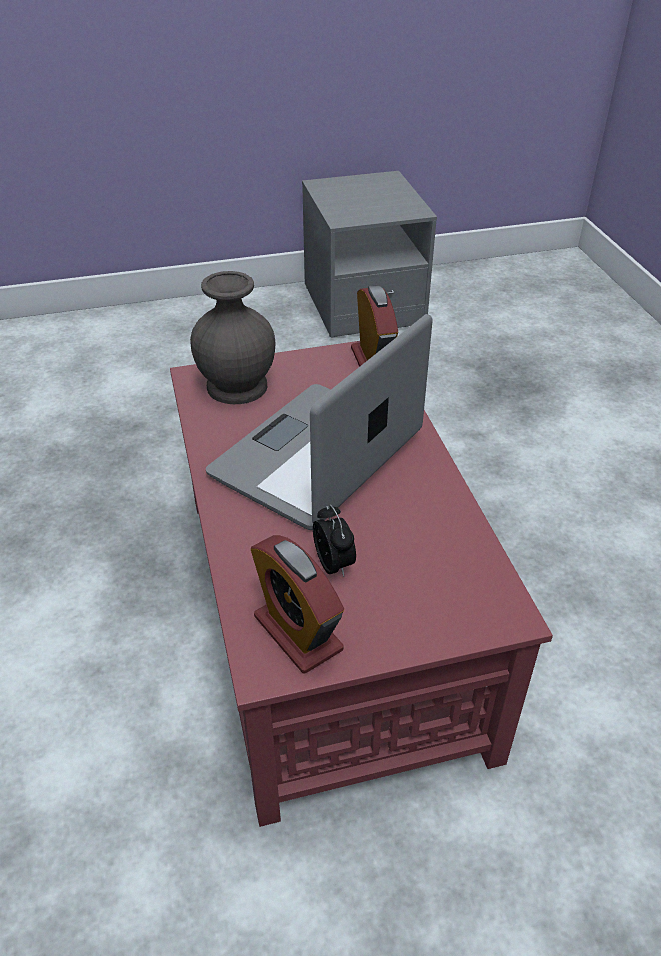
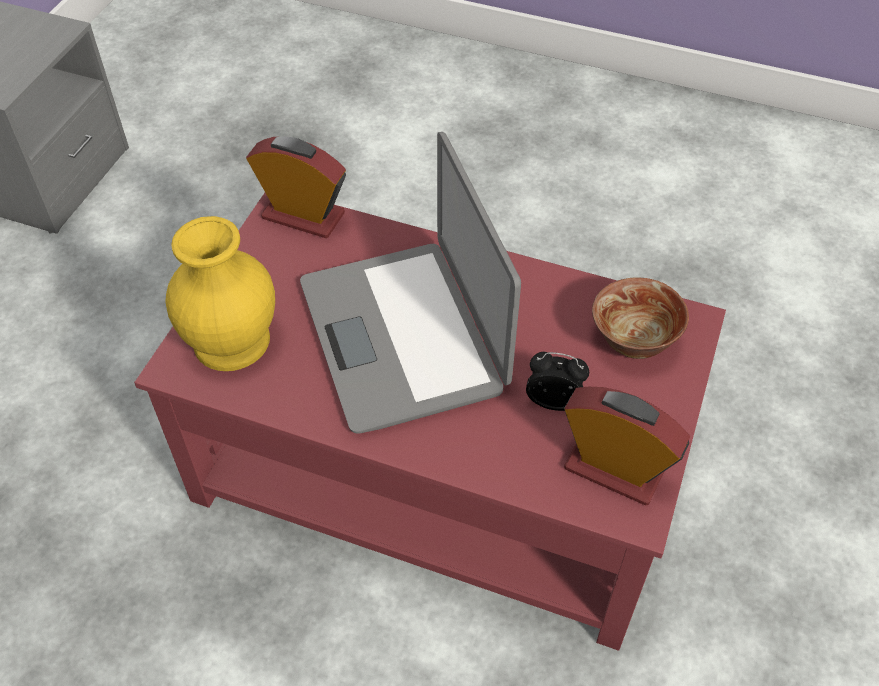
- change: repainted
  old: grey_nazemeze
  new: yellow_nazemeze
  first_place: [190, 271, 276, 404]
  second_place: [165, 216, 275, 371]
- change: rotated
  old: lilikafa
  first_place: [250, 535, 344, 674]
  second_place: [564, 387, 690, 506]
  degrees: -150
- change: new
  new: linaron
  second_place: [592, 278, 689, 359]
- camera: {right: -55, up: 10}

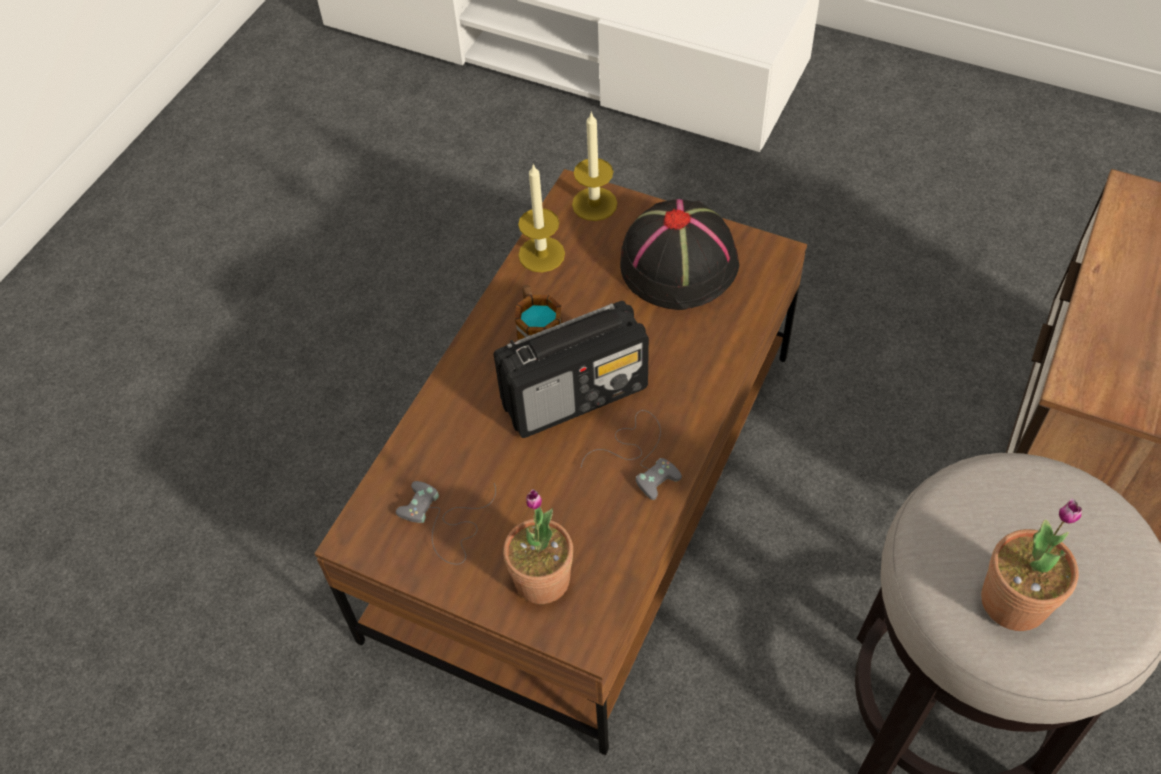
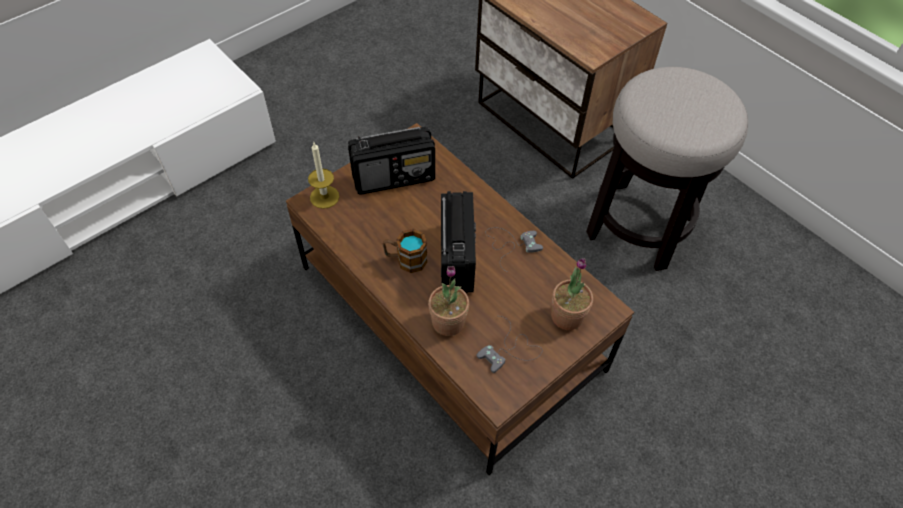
- change: gone
  old: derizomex
  first_place: [518, 164, 565, 273]
- change: swapped
  old: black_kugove
  new: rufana
  first_place: [620, 199, 739, 310]
  second_place: [348, 127, 435, 195]
- change: shifted
  old: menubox
  first_place: [981, 499, 1082, 631]
  second_place: [428, 266, 469, 336]
- camera: {right: -70, up: 0}

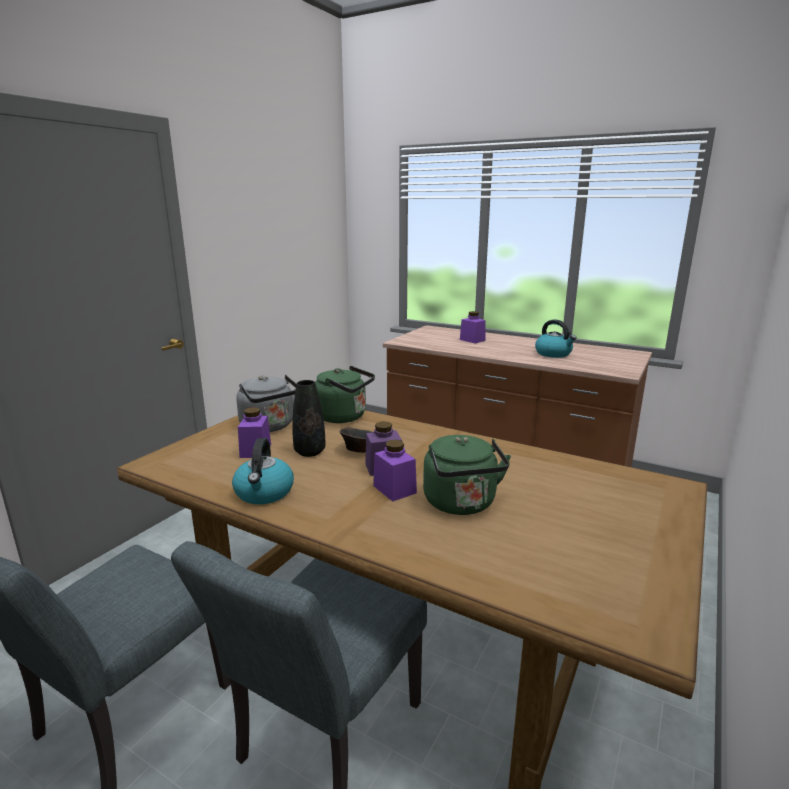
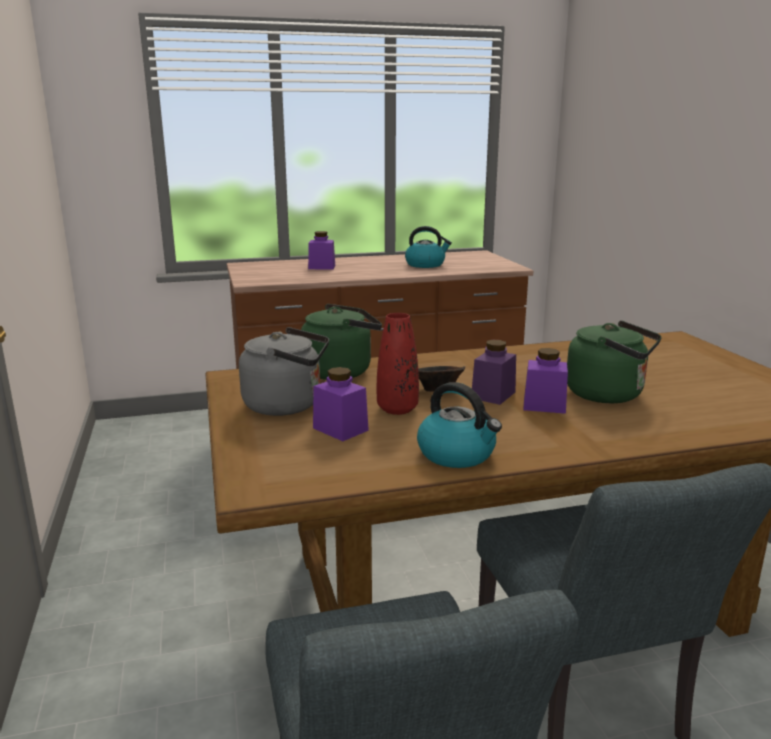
- change: repainted
  old: black_nazemeze
  new: red_nazemeze
  first_place: [292, 380, 325, 457]
  second_place: [377, 313, 419, 415]
- camera: {right: -45, up: 0}

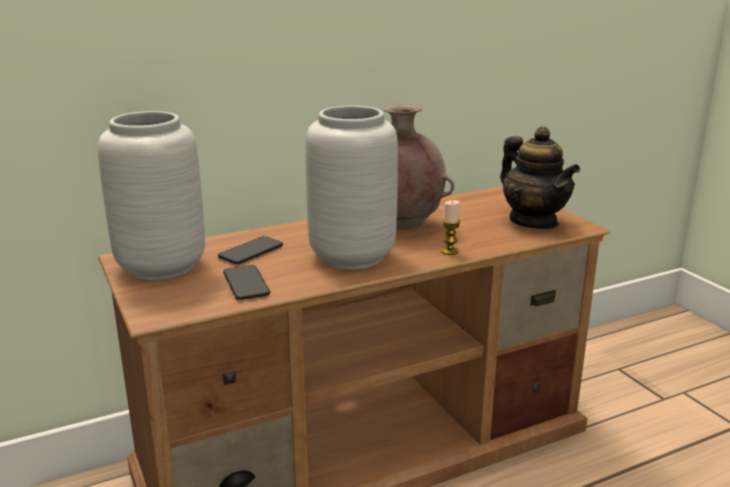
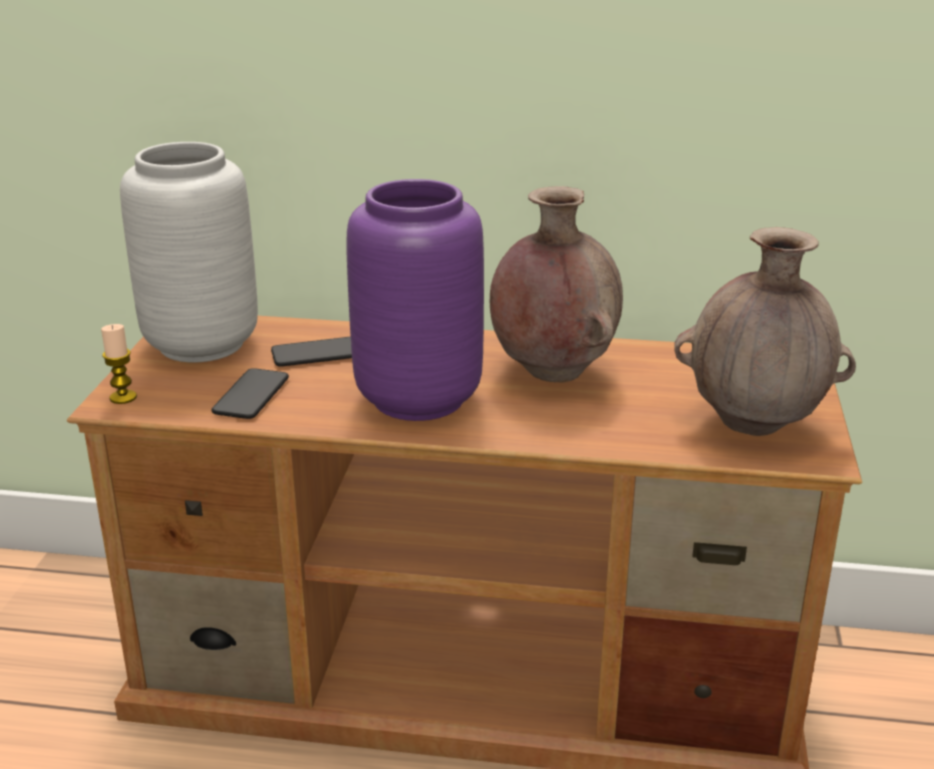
- change: repainted
  old: grey_nazemeze
  new: purple_nazemeze
  first_place: [305, 106, 398, 270]
  second_place: [347, 179, 484, 421]
- change: swapped
  old: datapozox
  new: brown_nazemeze
  first_place: [500, 126, 580, 229]
  second_place: [674, 227, 856, 436]
- change: shifted
  old: derizomex
  first_place: [441, 200, 461, 255]
  second_place: [101, 324, 137, 404]
- camera: {right: 35, up: 5}

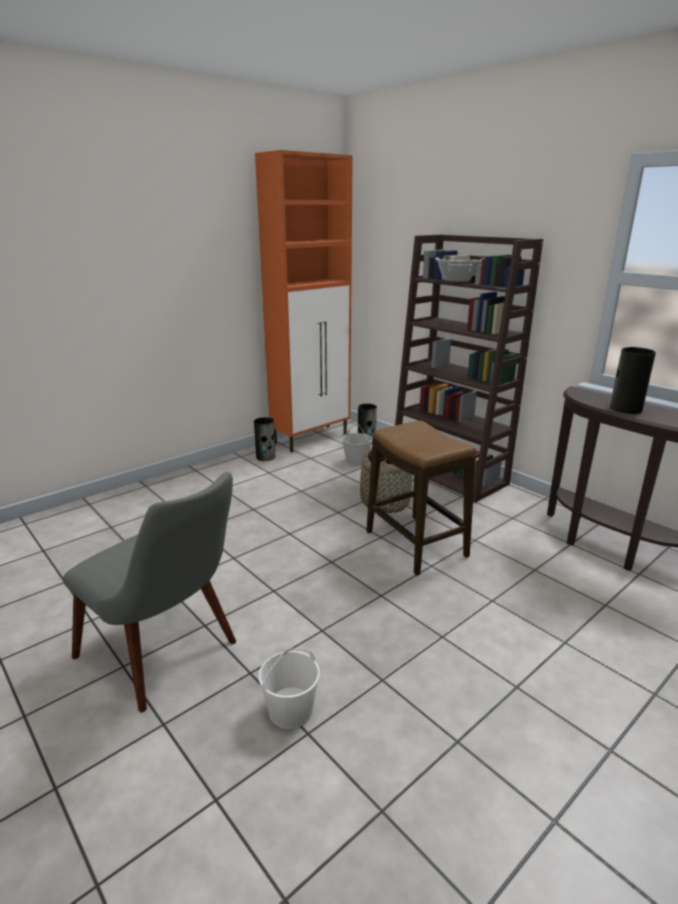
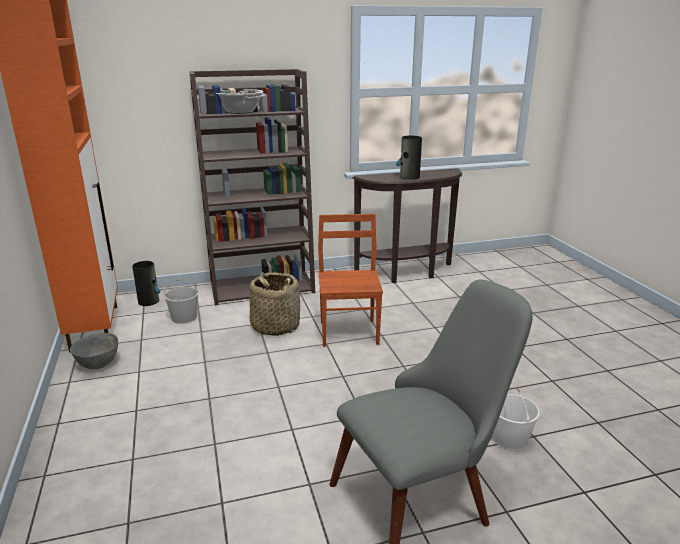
- change: swapped
  old: nazemeze
  new: grey_linaron
  first_place: [254, 417, 275, 461]
  second_place: [70, 333, 118, 369]
- change: swapped
  old: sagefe
  new: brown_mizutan
  first_place: [366, 420, 476, 576]
  second_place: [318, 214, 383, 347]
- camera: {right: -65, up: 0}

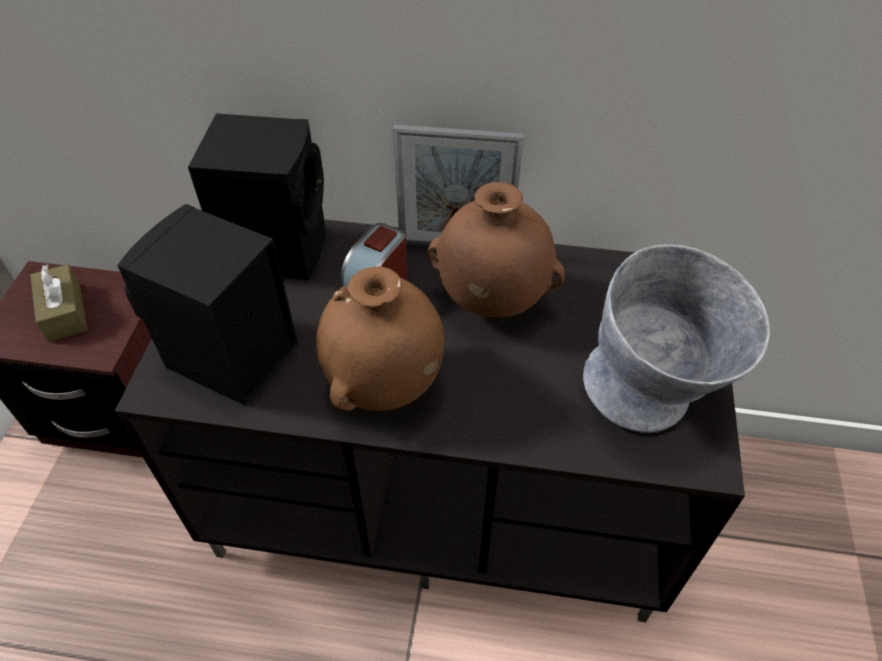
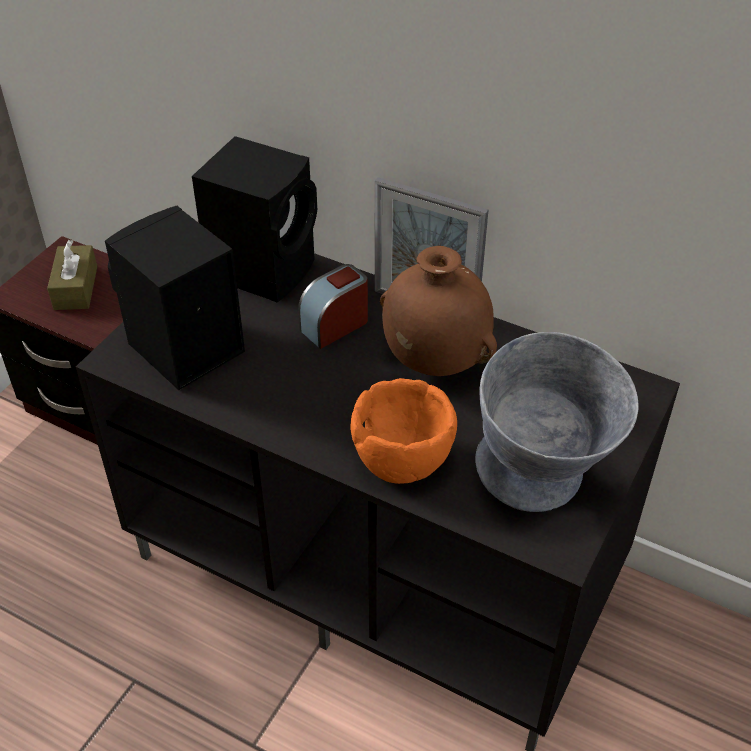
- change: gone
  old: brown_nazemeze
  first_place: [316, 266, 444, 411]
- change: new
  new: orange_linaron
  second_place: [350, 378, 457, 484]
- camera: {right: 20, up: -5}

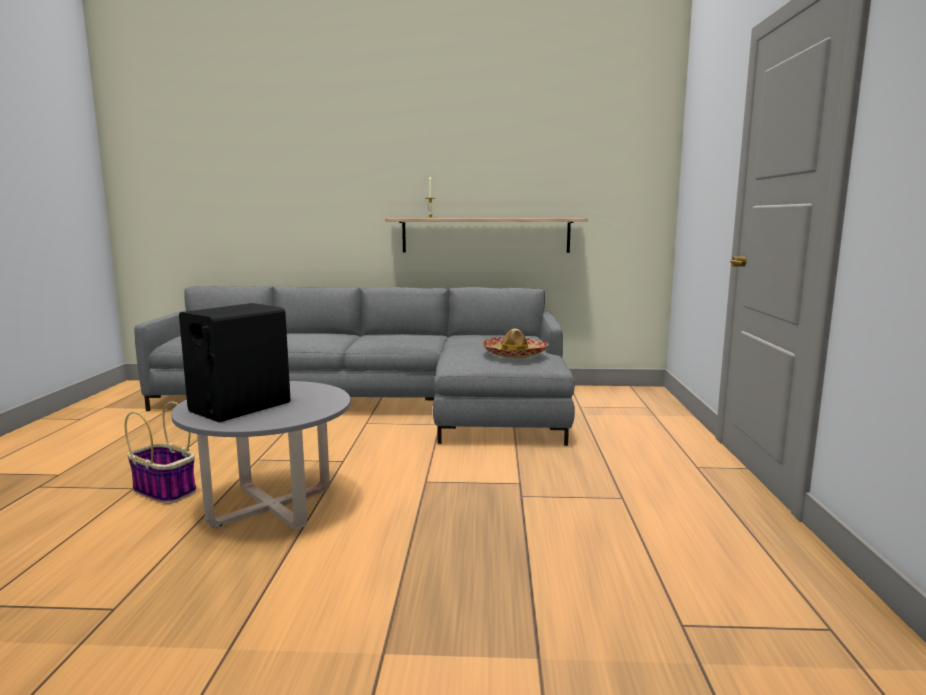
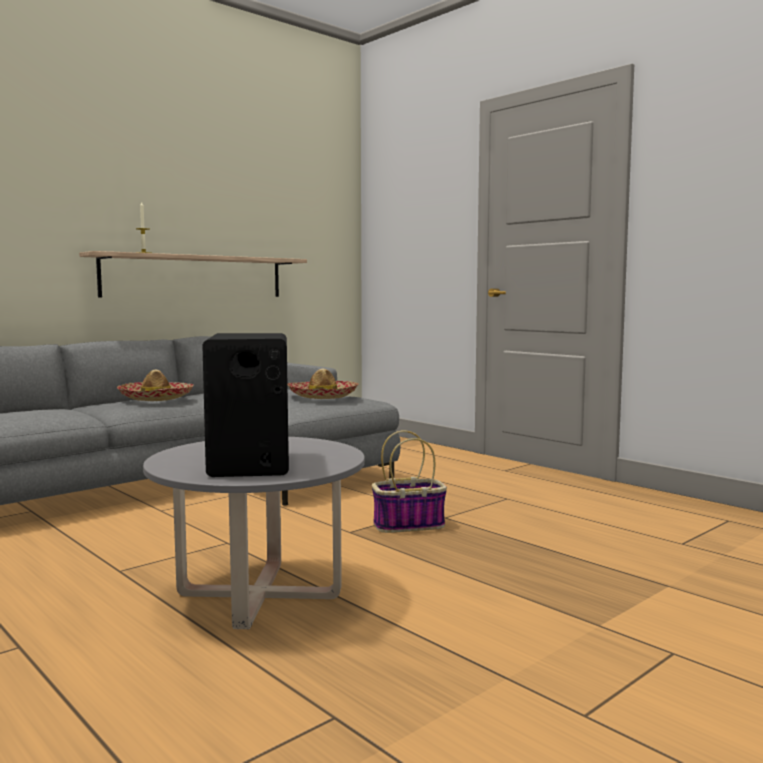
- change: shifted
  old: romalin
  first_place: [125, 402, 196, 504]
  second_place: [372, 430, 447, 533]
- change: new
  new: kugove
  second_place: [117, 369, 194, 401]
- camera: {right: -45, up: -5}

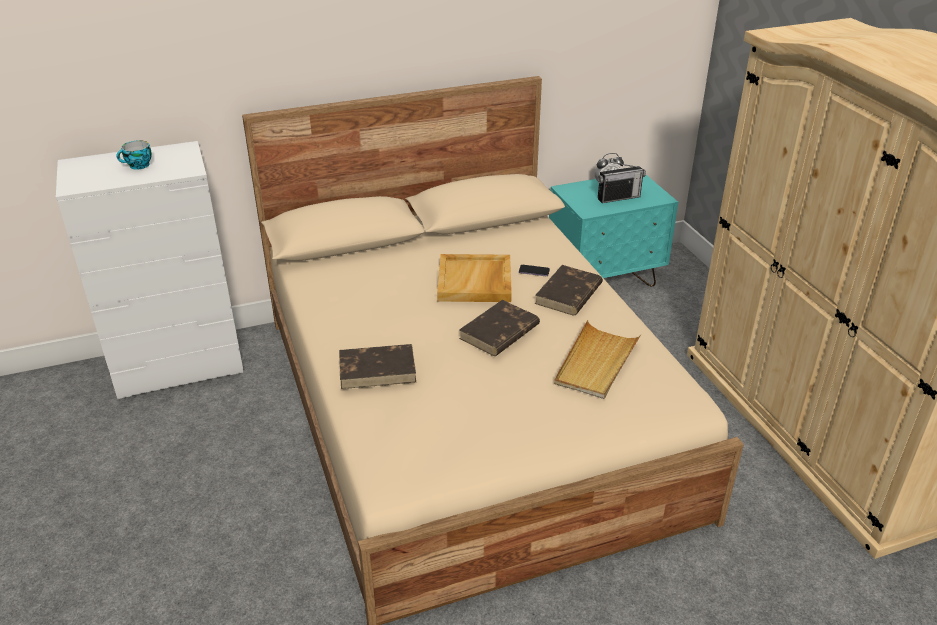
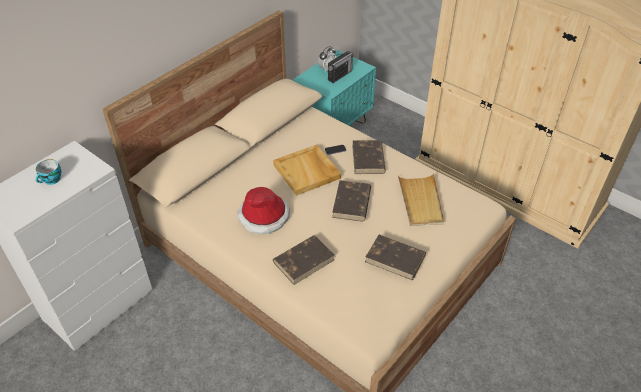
- change: new
  new: kugove
  second_place: [237, 187, 290, 234]
- change: new
  new: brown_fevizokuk
  second_place: [365, 234, 426, 281]
- camera: {right: -30, up: 10}

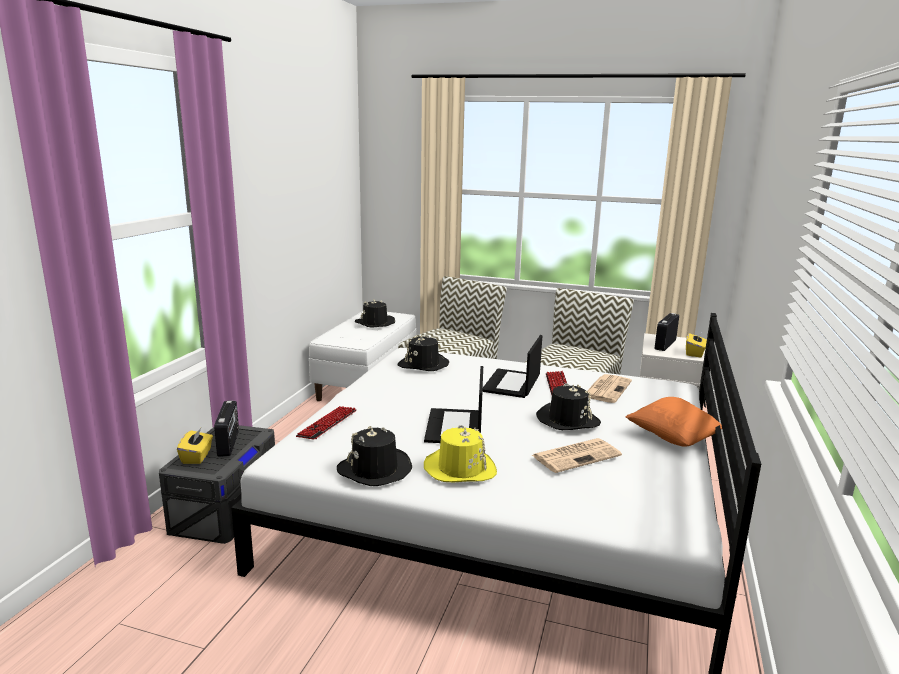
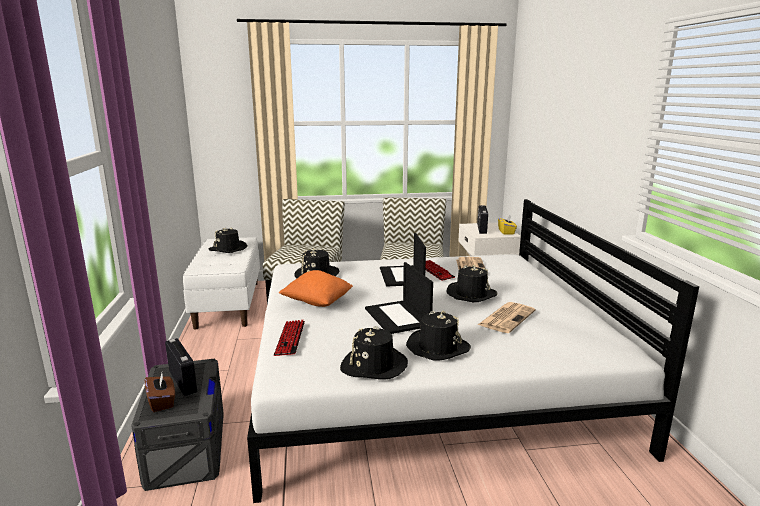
- change: shifted
  old: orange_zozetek
  first_place: [626, 397, 722, 447]
  second_place: [279, 270, 353, 307]
- change: repainted
  old: yellow_kugove
  new: black_kugove
  first_place: [424, 425, 497, 482]
  second_place: [406, 311, 471, 361]
- change: repainted
  old: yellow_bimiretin
  new: brown_bimiretin
  first_place: [177, 428, 213, 464]
  second_place: [144, 373, 175, 412]
- camera: {right: -25, up: 0}

